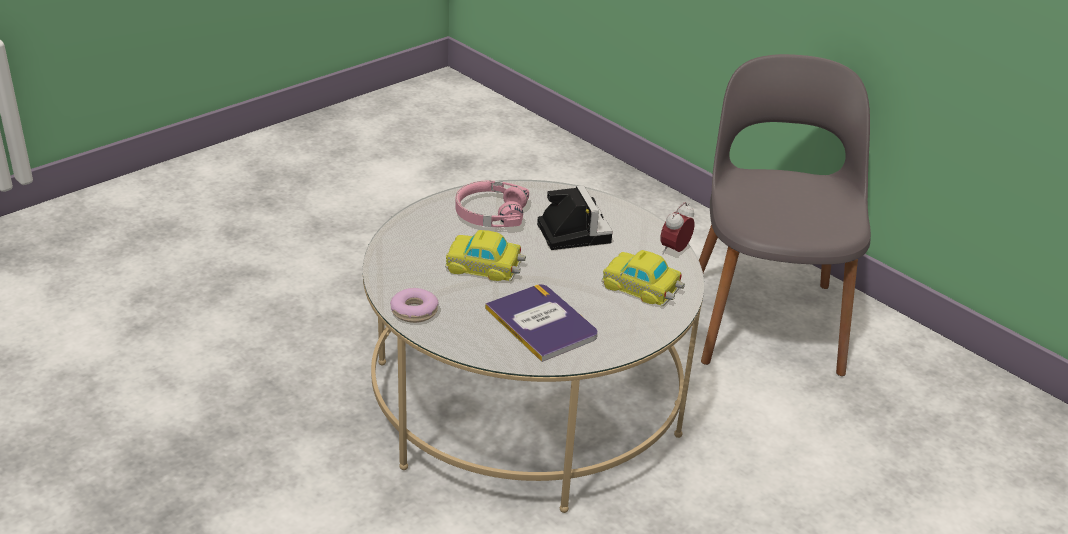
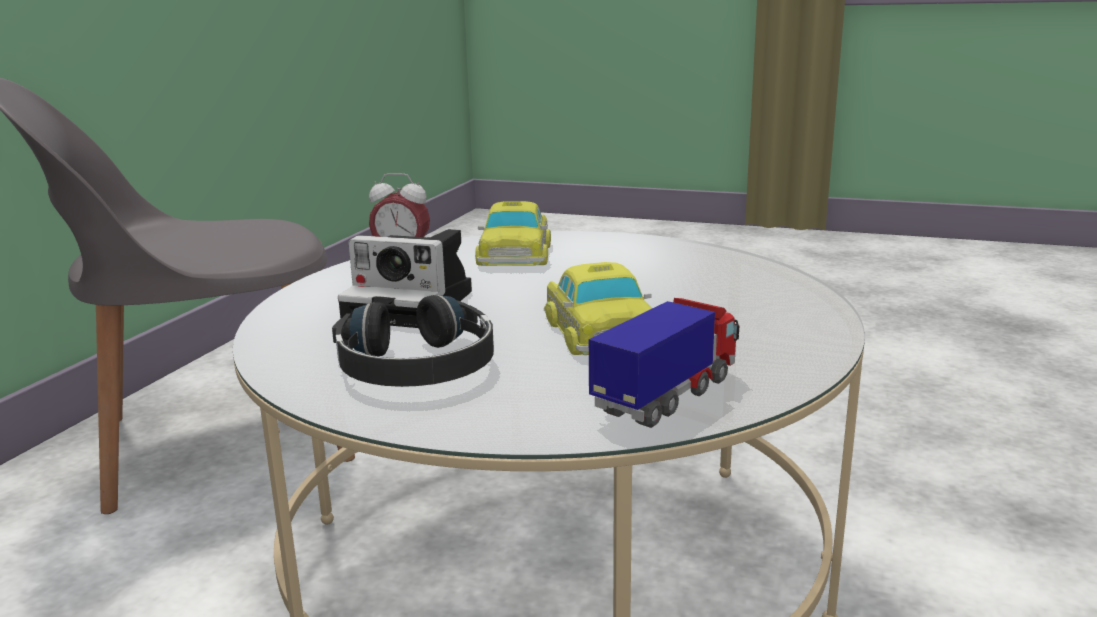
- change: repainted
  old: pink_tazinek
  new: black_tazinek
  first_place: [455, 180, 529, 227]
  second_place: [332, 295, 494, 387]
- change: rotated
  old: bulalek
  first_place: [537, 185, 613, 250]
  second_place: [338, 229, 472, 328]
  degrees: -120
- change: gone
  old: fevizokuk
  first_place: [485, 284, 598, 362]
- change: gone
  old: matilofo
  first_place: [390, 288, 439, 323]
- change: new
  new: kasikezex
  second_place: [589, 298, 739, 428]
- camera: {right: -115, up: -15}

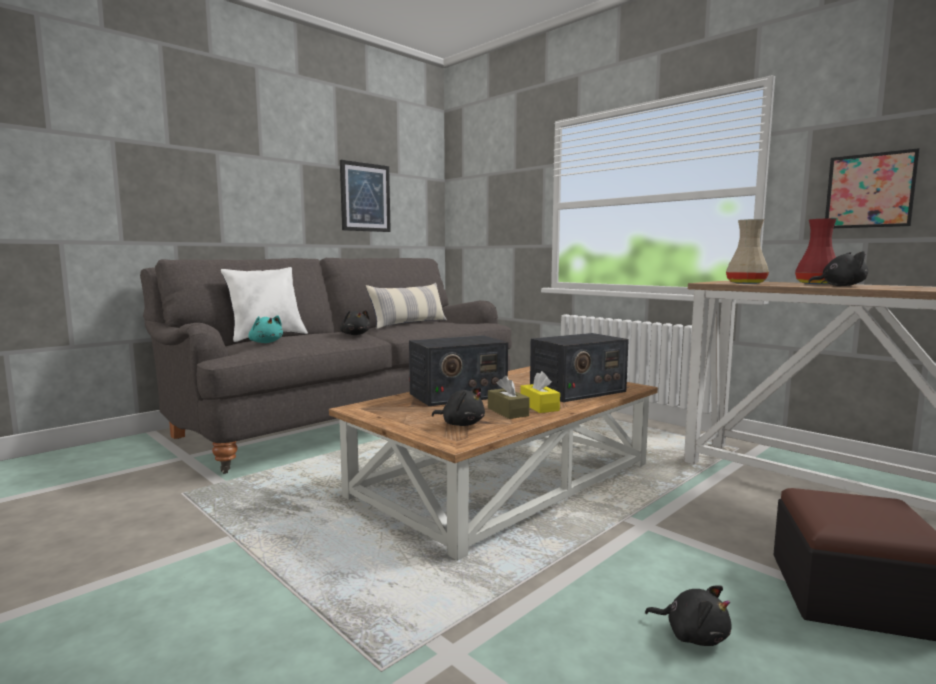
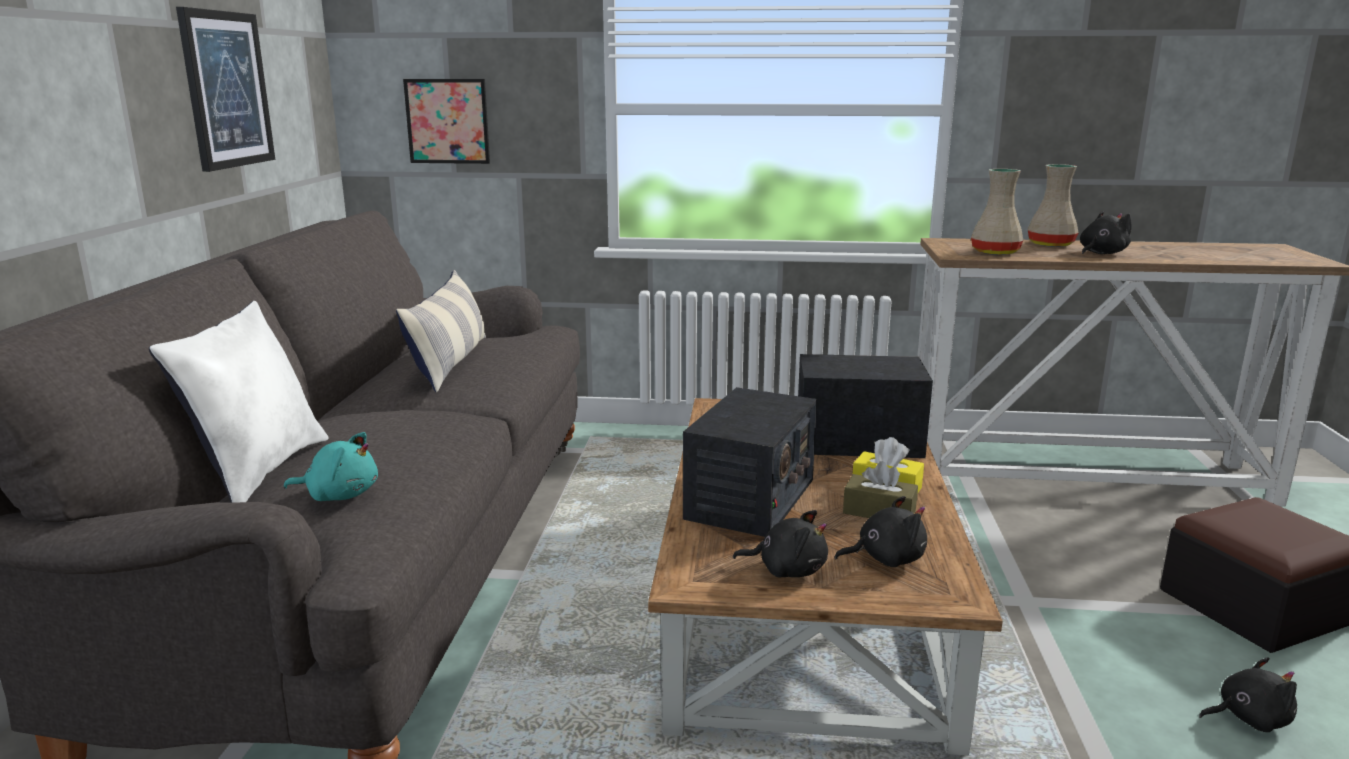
- change: shifted
  old: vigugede
  first_place: [825, 148, 920, 228]
  second_place: [403, 79, 490, 164]
- change: repainted
  old: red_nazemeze
  new: beige_nazemeze
  first_place: [795, 218, 837, 284]
  second_place: [1028, 164, 1078, 247]
- change: shifted
  old: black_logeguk
  first_place: [340, 310, 370, 335]
  second_place: [733, 510, 828, 578]
- change: rotated
  old: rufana
  first_place: [530, 333, 629, 402]
  second_place: [798, 354, 933, 458]
  degrees: -105
- camera: {right: -40, up: 10}

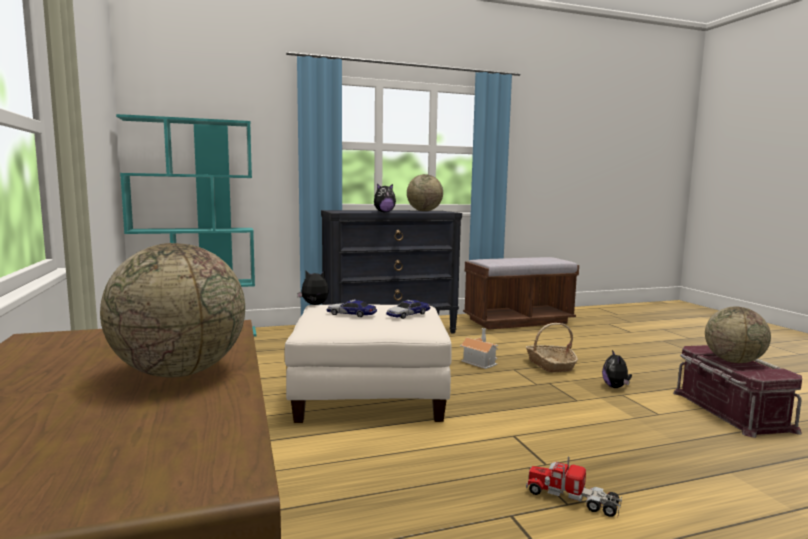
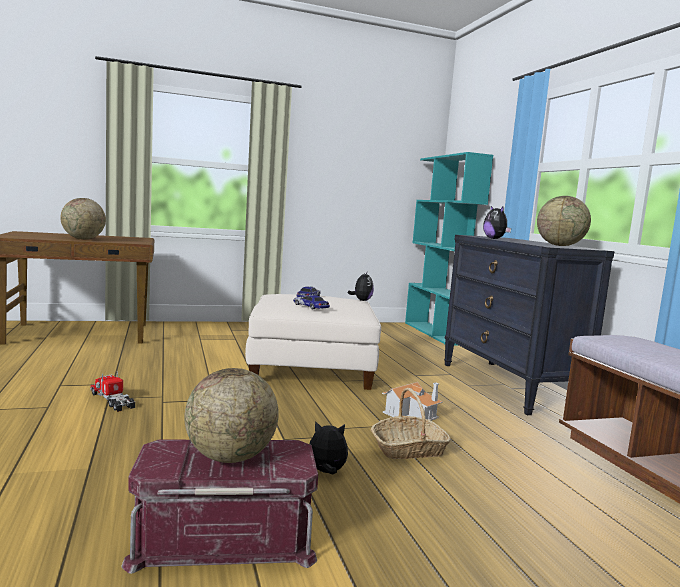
- change: rotated
  old: kasikezex
  first_place: [526, 457, 622, 517]
  second_place: [90, 372, 136, 412]
  degrees: -75
- camera: {right: 90, up: 0}

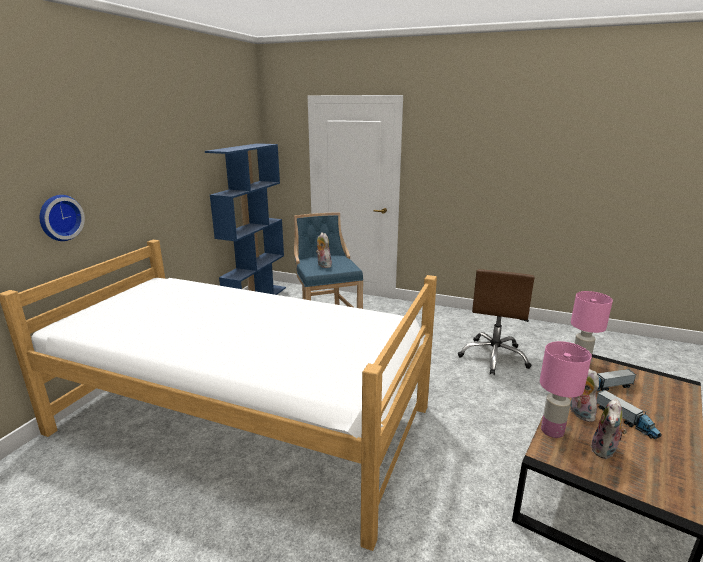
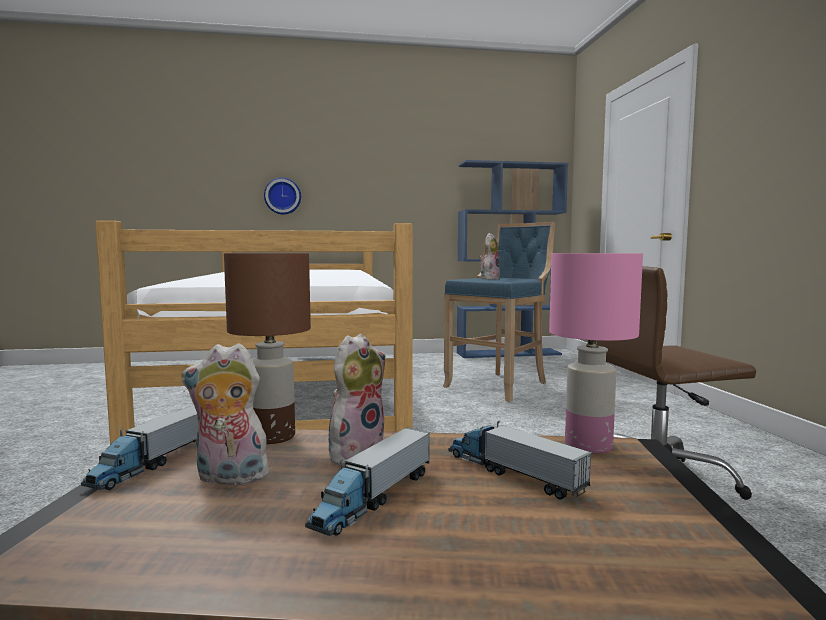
- change: repainted
  old: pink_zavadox
  new: brown_zavadox
  first_place: [540, 341, 592, 438]
  second_place: [224, 253, 311, 444]
- change: new
  new: kasikezex
  second_place: [81, 405, 198, 490]
- camera: {right: 60, up: -15}

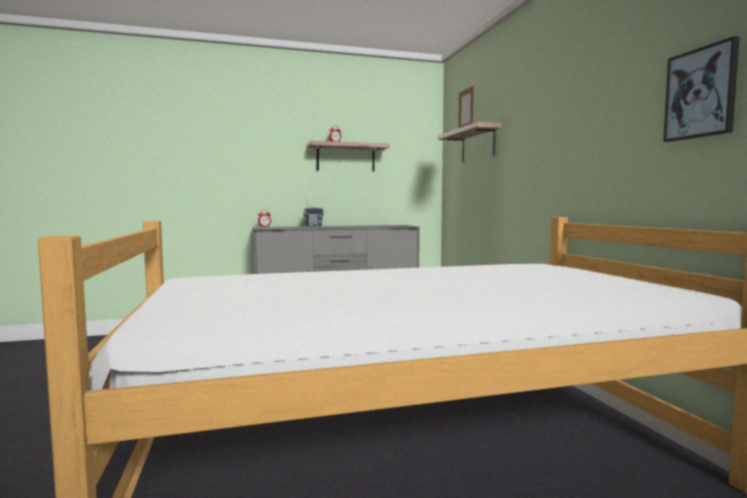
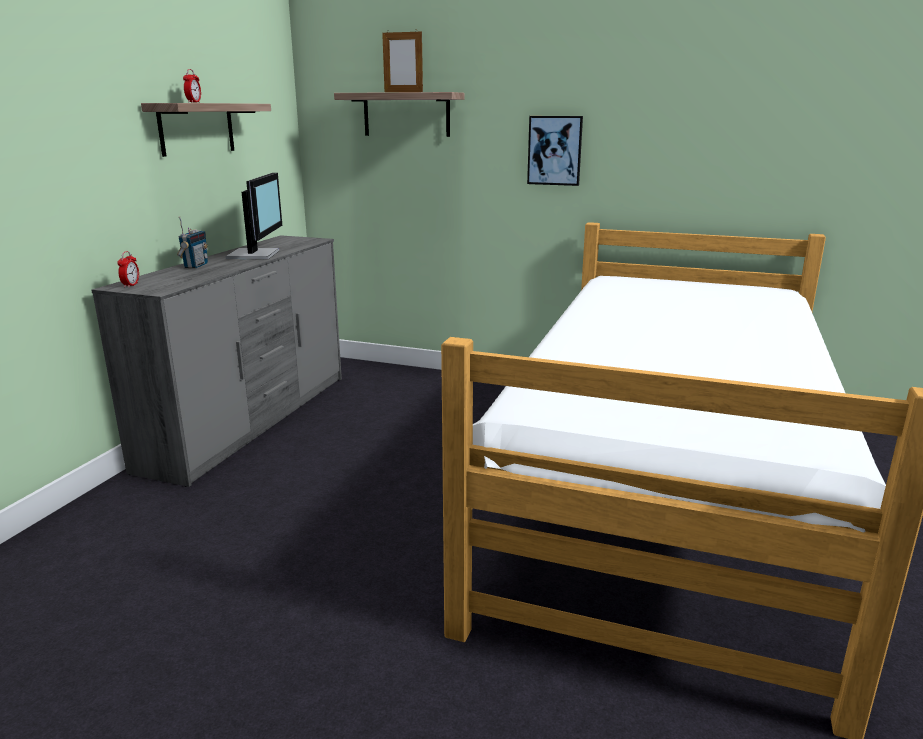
- change: shifted
  old: vigugede
  first_place: [663, 36, 740, 142]
  second_place: [527, 116, 583, 186]
- change: new
  new: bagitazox
  second_place: [226, 173, 282, 259]
- camera: {right: -55, up: 15}

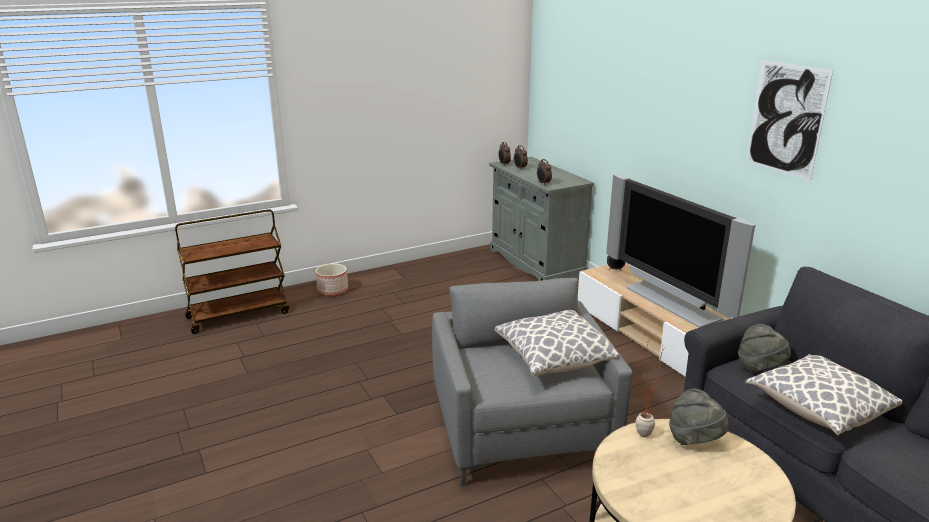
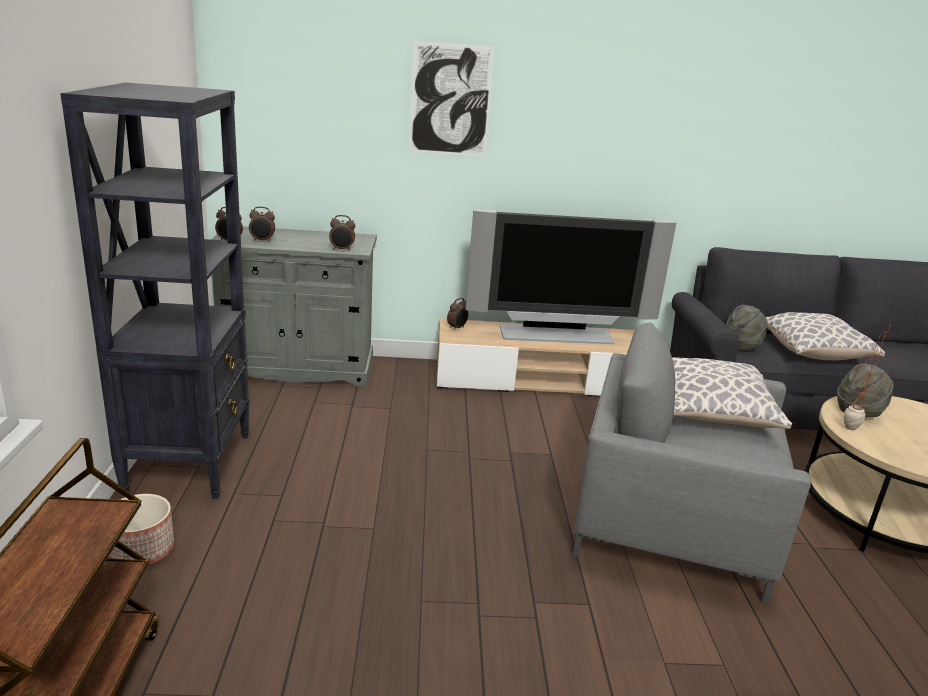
- change: shifted
  old: vigugede
  first_place: [746, 60, 833, 180]
  second_place: [409, 41, 494, 157]
- change: new
  new: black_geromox
  second_place: [60, 83, 250, 499]
- camera: {right: -65, up: 0}

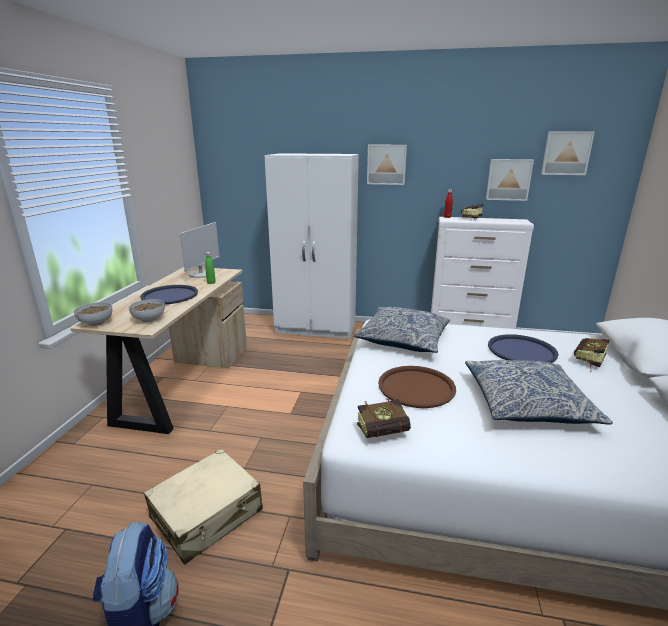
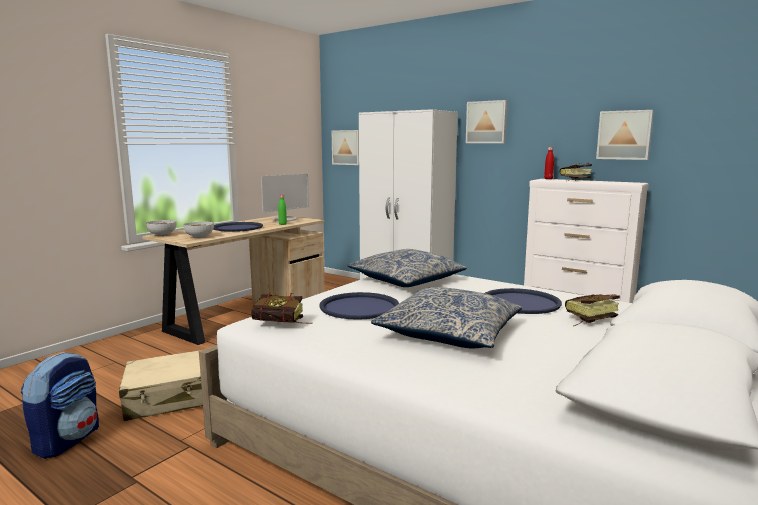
- change: shifted
  old: vigugede
  first_place: [541, 131, 595, 175]
  second_place: [332, 130, 359, 165]
- change: repainted
  old: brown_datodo
  new: blue_datodo
  first_place: [378, 366, 456, 408]
  second_place: [319, 292, 399, 320]
- camera: {right: 25, up: -10}

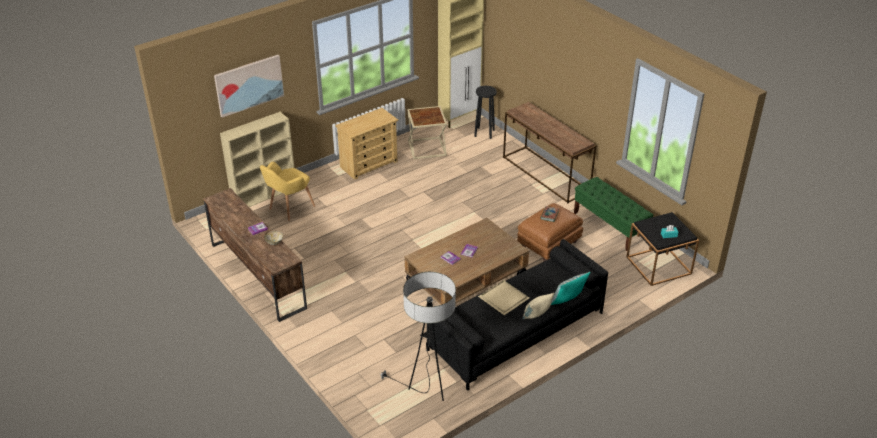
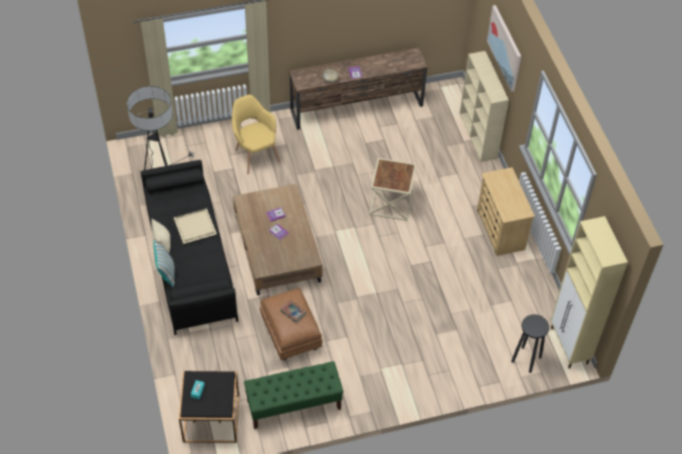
- change: gone
  old: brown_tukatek
  first_place: [503, 102, 596, 203]
- change: shifted
  old: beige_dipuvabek
  first_place: [407, 106, 447, 159]
  second_place: [369, 158, 416, 221]
- change: shifted
  old: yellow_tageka
  first_place: [260, 162, 315, 221]
  second_place: [232, 95, 280, 174]
- camera: {right: 110, up: 15}

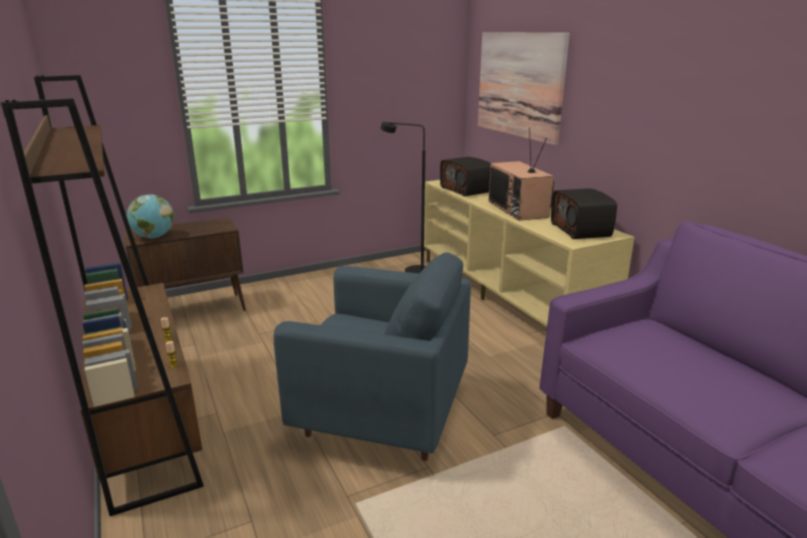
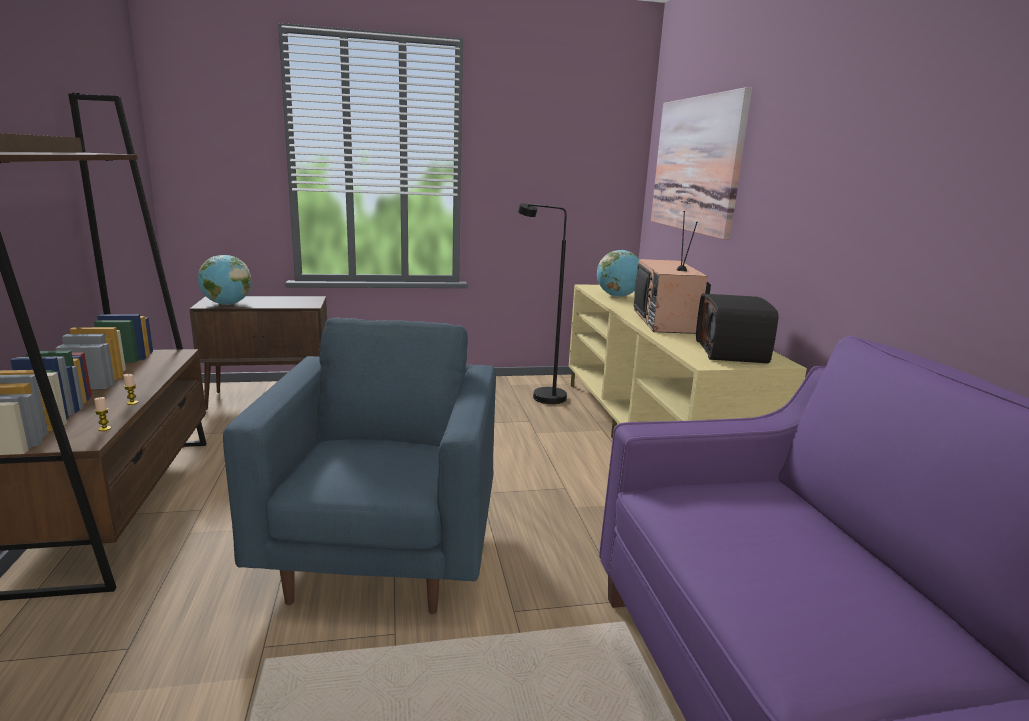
- change: swapped
  old: rufana
  new: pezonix
  first_place: [440, 157, 491, 197]
  second_place: [597, 250, 639, 297]
- change: rotated
  old: blue_tageka
  first_place: [274, 252, 471, 461]
  second_place: [223, 318, 496, 614]
  degrees: -120
- camera: {right: 15, up: -5}

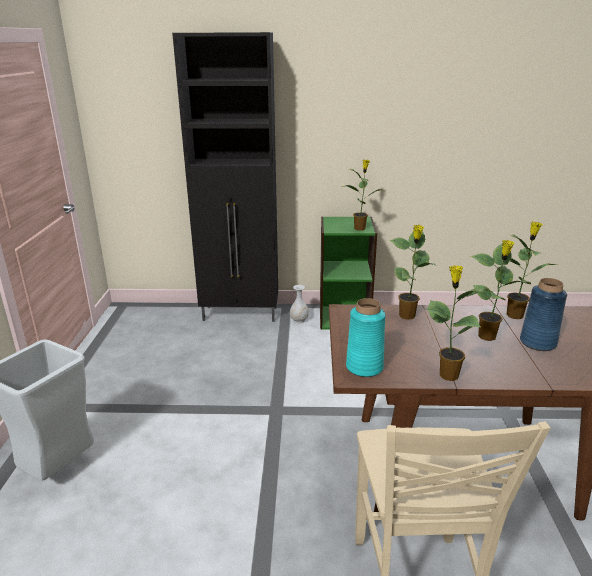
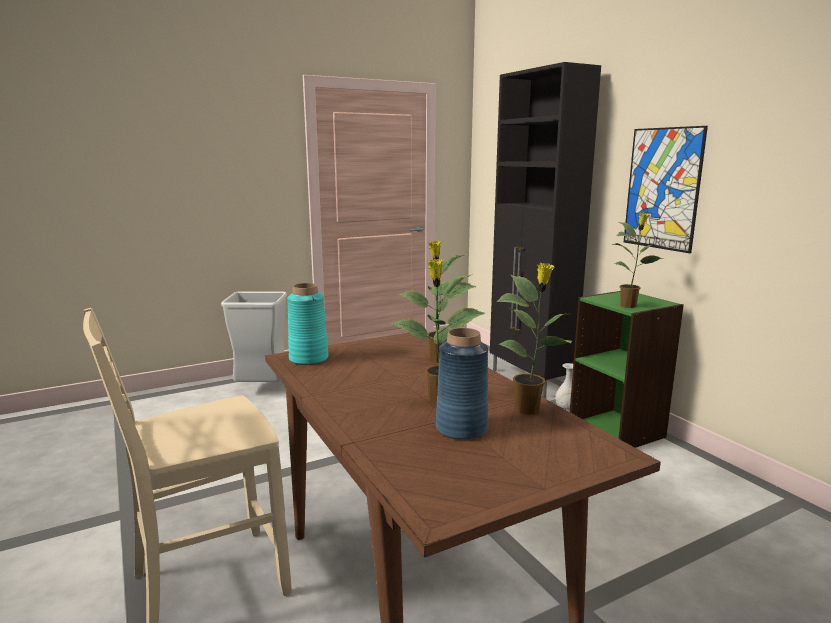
- change: gone
  old: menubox
  first_place: [425, 265, 491, 381]
- change: new
  new: vigugede
  second_place: [624, 126, 708, 253]
- camera: {right: 60, up: -10}

